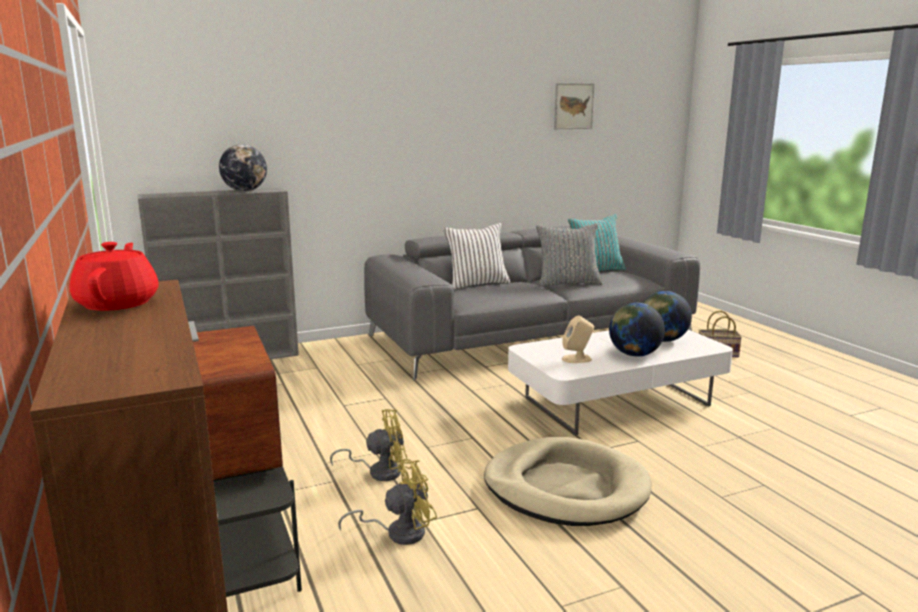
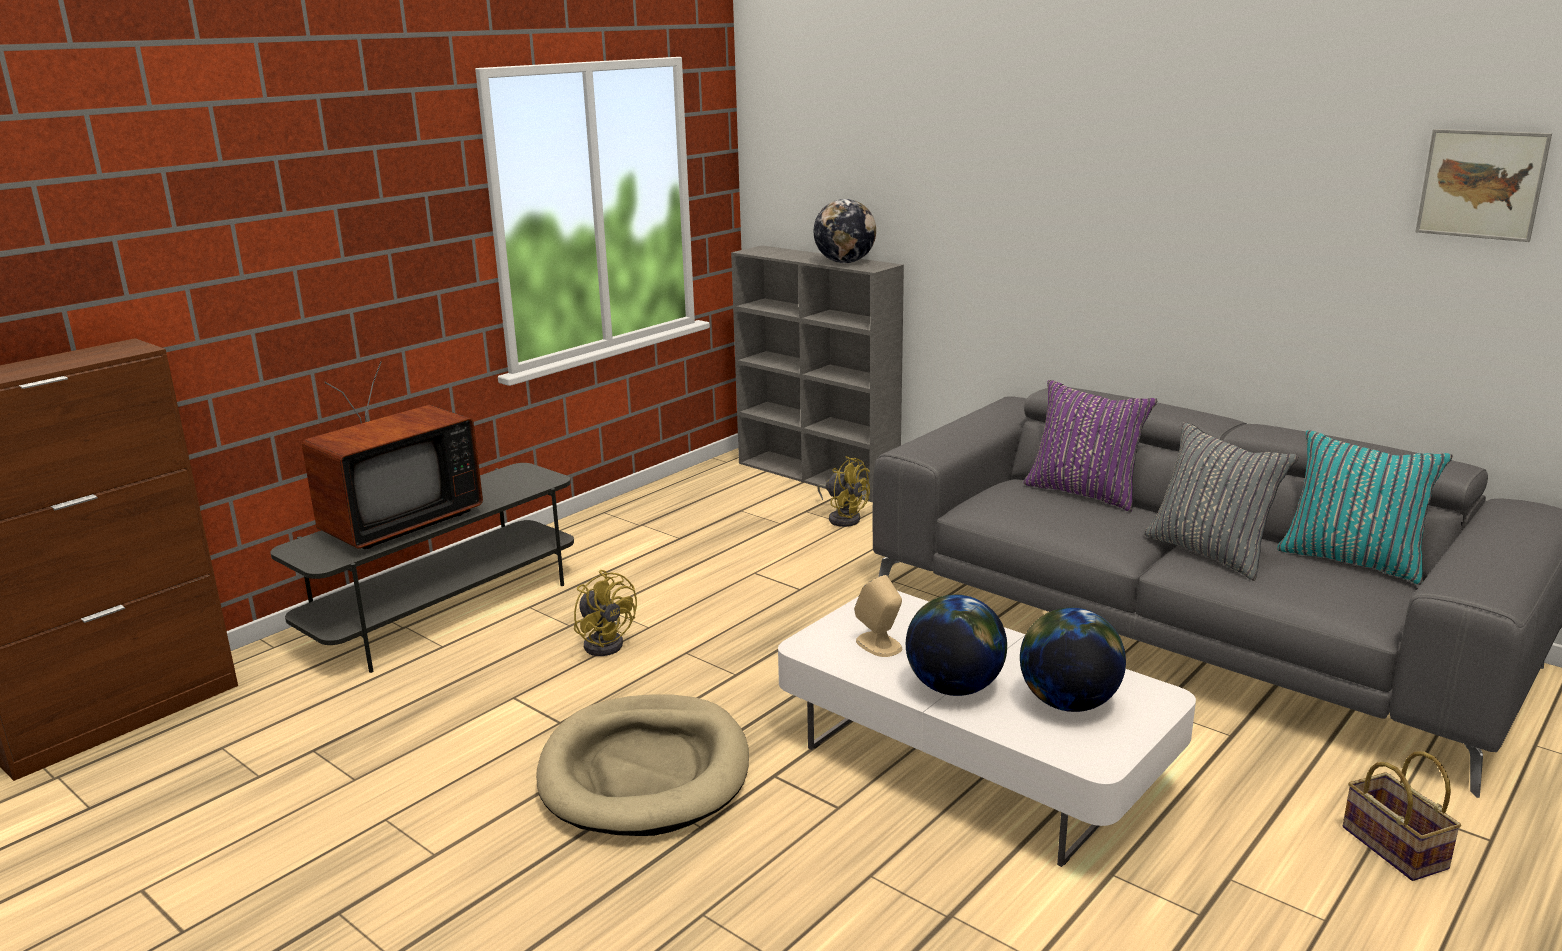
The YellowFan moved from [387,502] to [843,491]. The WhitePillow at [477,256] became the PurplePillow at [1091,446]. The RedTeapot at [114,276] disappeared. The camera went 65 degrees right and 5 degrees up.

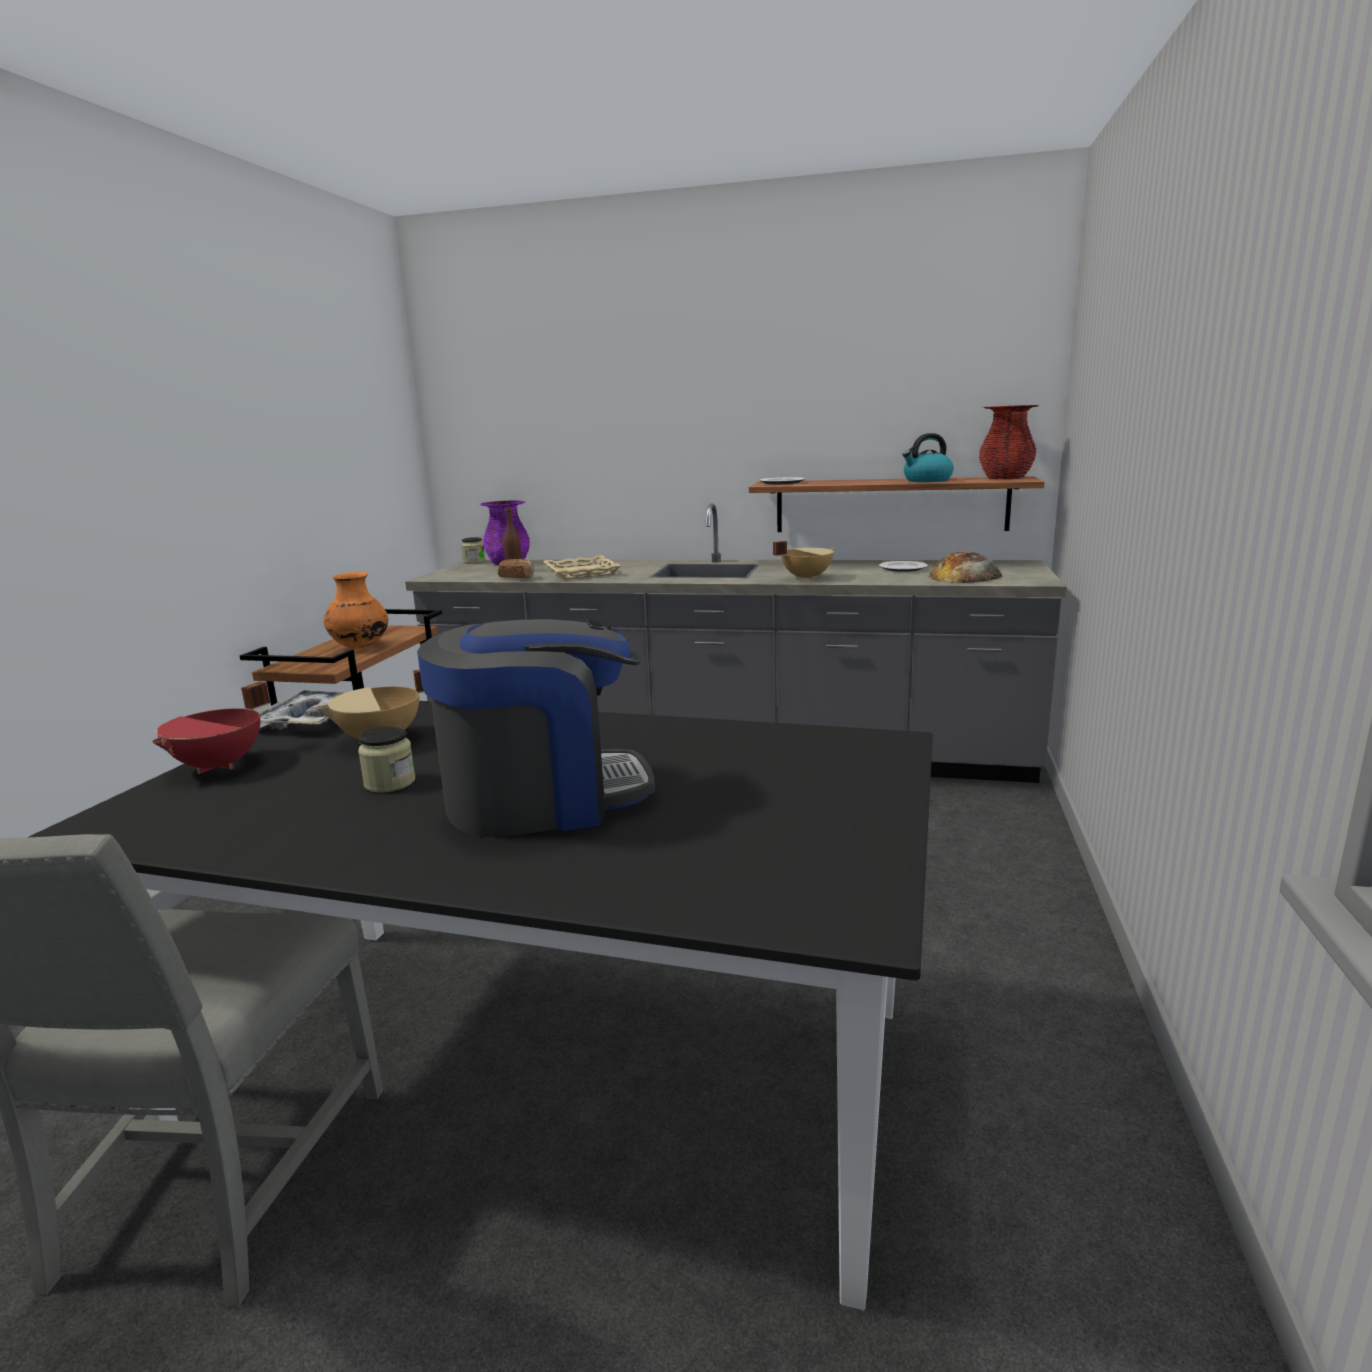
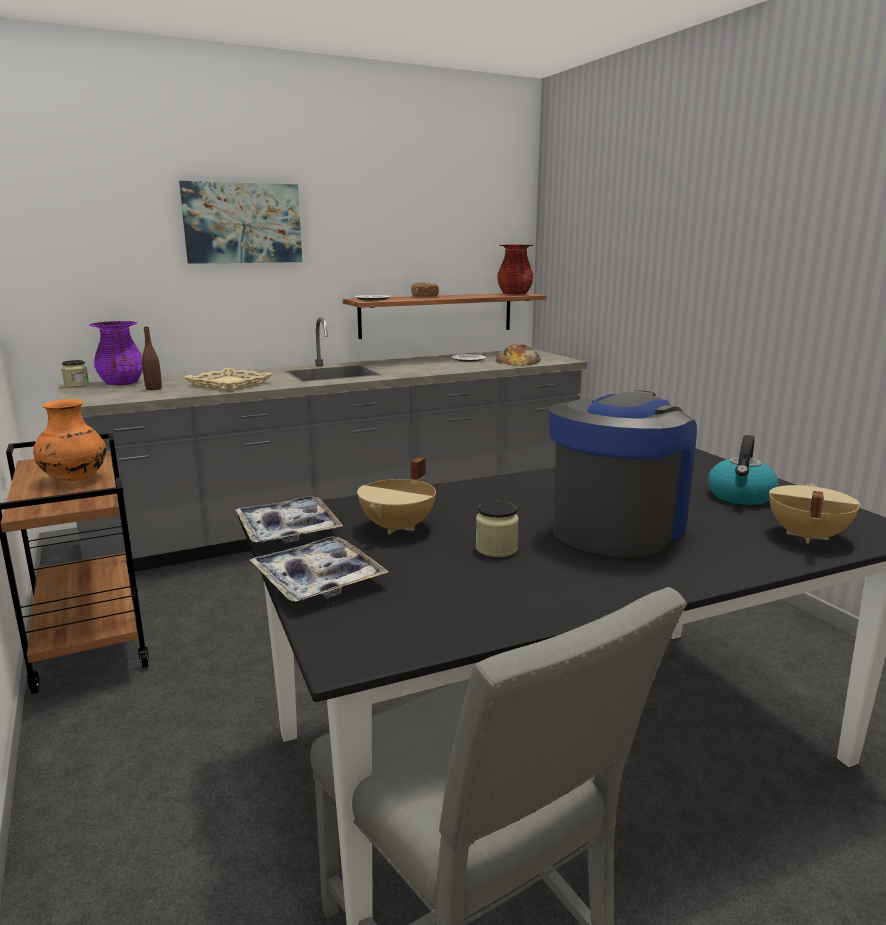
The Picture at [240,222] appeared. The RedCookingPot at [210,728] was replaced by the Tray at [319,569]. The Bread moved from [516,568] to [425,289]. The Kettle moved from [928,457] to [743,470]. The BeigeCookingPot moved from [804,560] to [814,513]. The camera went 40 degrees left and 0 degrees up.

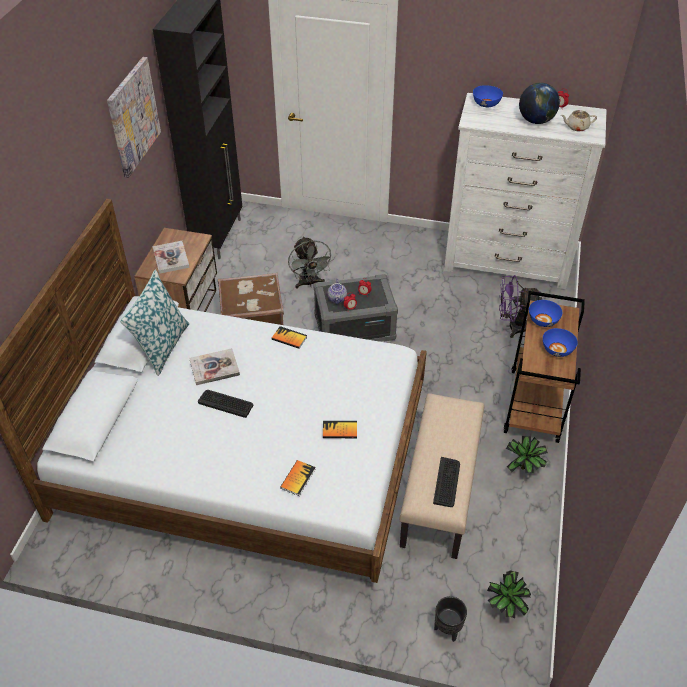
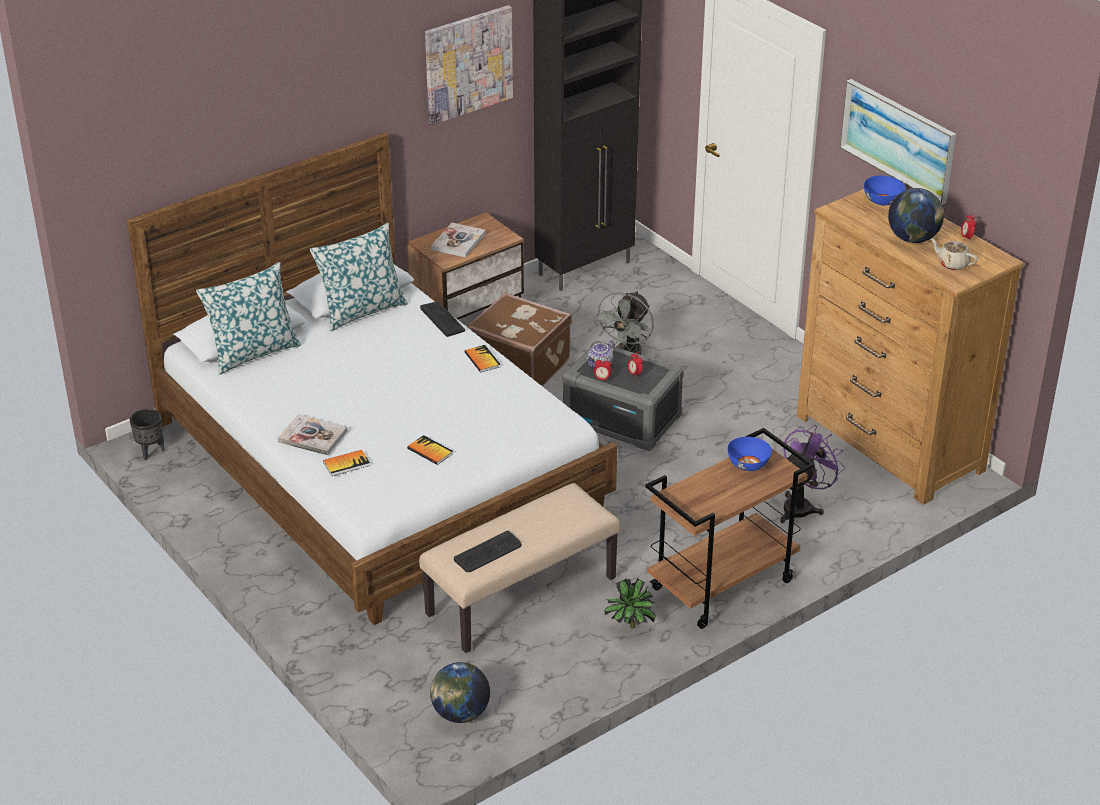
The BlackPlanter moved from [450,619] to [147,434]. The Pillow at [248,318] appeared. The Book moved from [214,366] to [313,435]. The Keyboard moved from [225,404] to [442,319]. The PottedPlant at [509,594] was replaced by the Globe at [460,692]. The PurpleFan at [520,306] turned 90 degrees clockwise. The WhiteDresser at [525,191] became the BrownDresser at [910,347]. The Picture at [898,142] appeared. The BlueBowl at [560,342] disappeared. The camera went 40 degrees right and 10 degrees down.

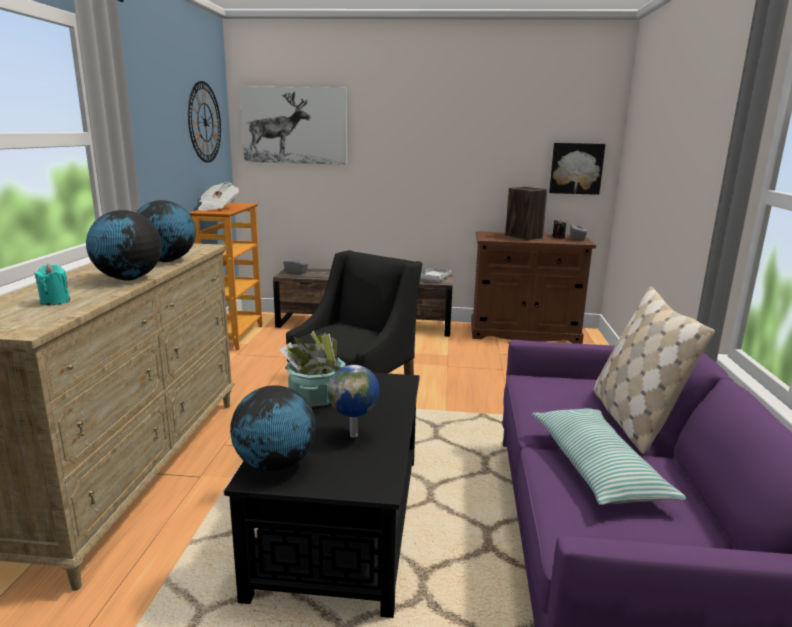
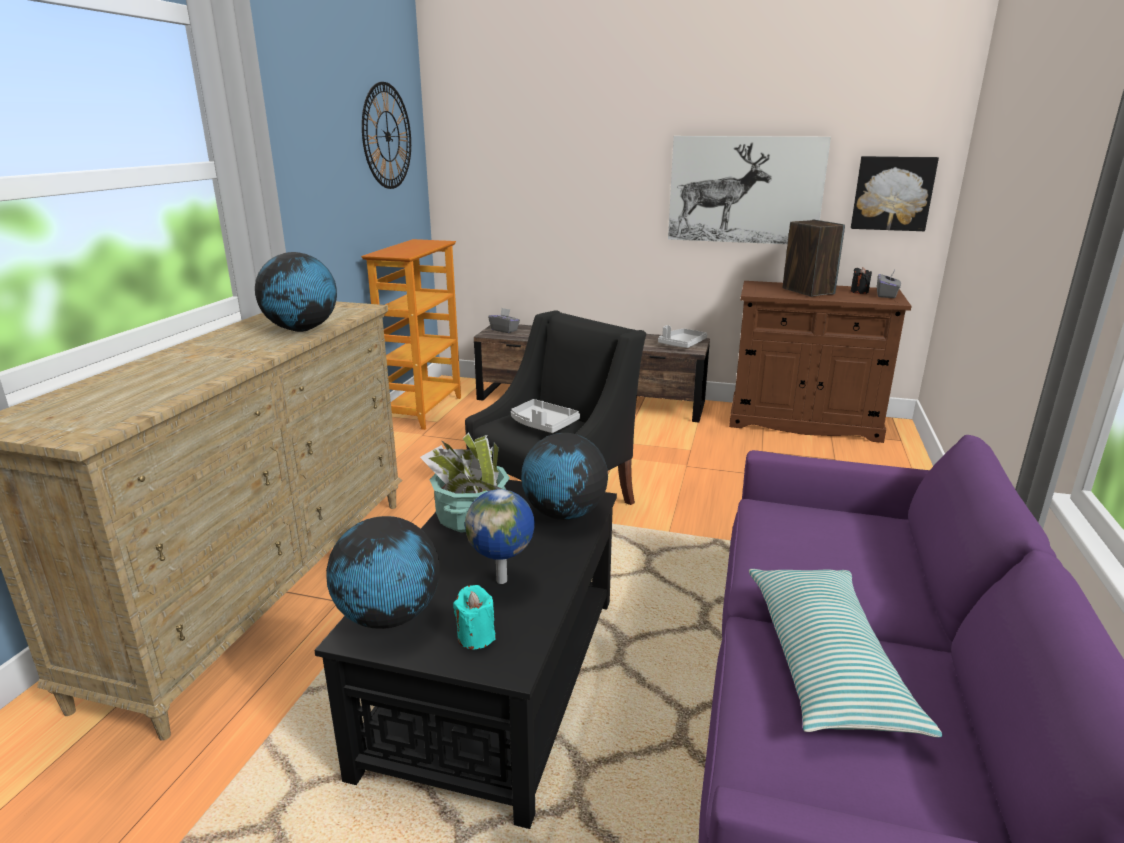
The TurquoiseCandle moved from [52,285] to [474,617]. The GreyTray at [545,416] appeared. The Globe moved from [124,245] to [564,476]. The Picture moved from [293,125] to [749,190]. The Newspaper at [218,196] disappeared. The BeigePillow at [654,370] disappeared. The camera went 10 degrees right and 5 degrees up.

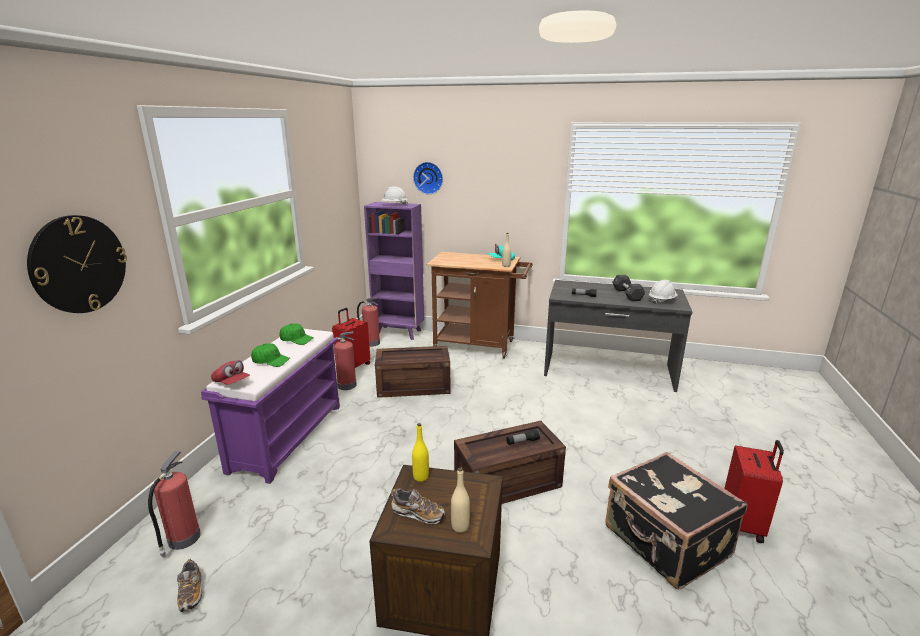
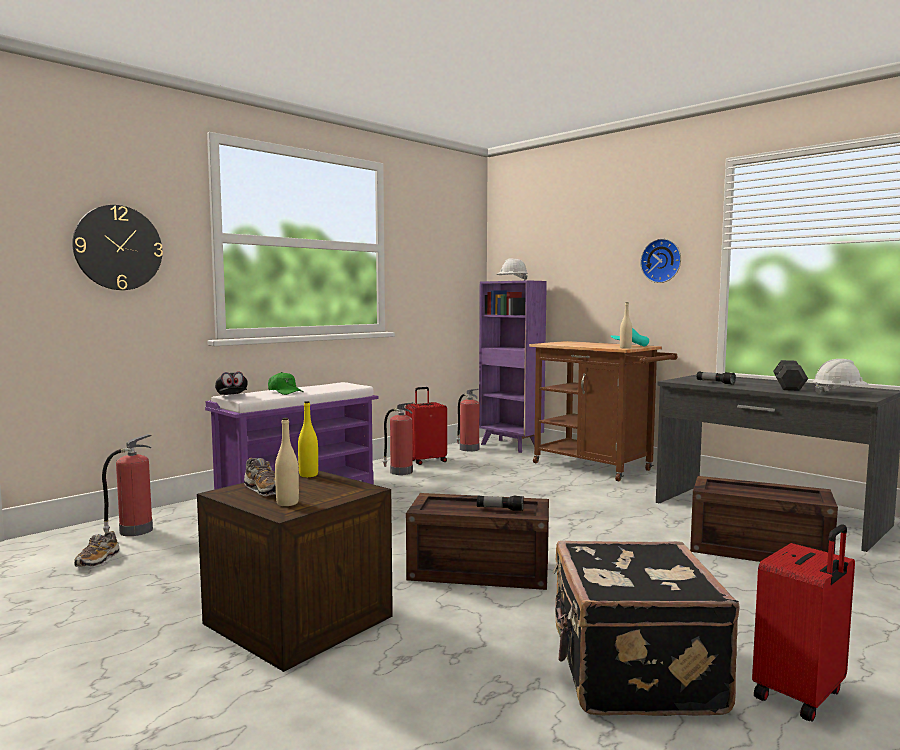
The RedCap at [230,372] became the BlackCap at [231,383]. The WallClock moved from [428,178] to [660,261]. The Crate moved from [412,372] to [764,519]. The GreenCap at [296,334] disappeared. The camera went 30 degrees right and 15 degrees down.

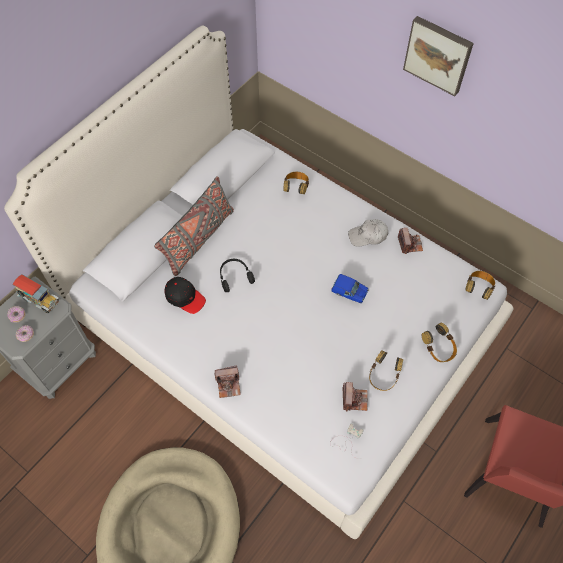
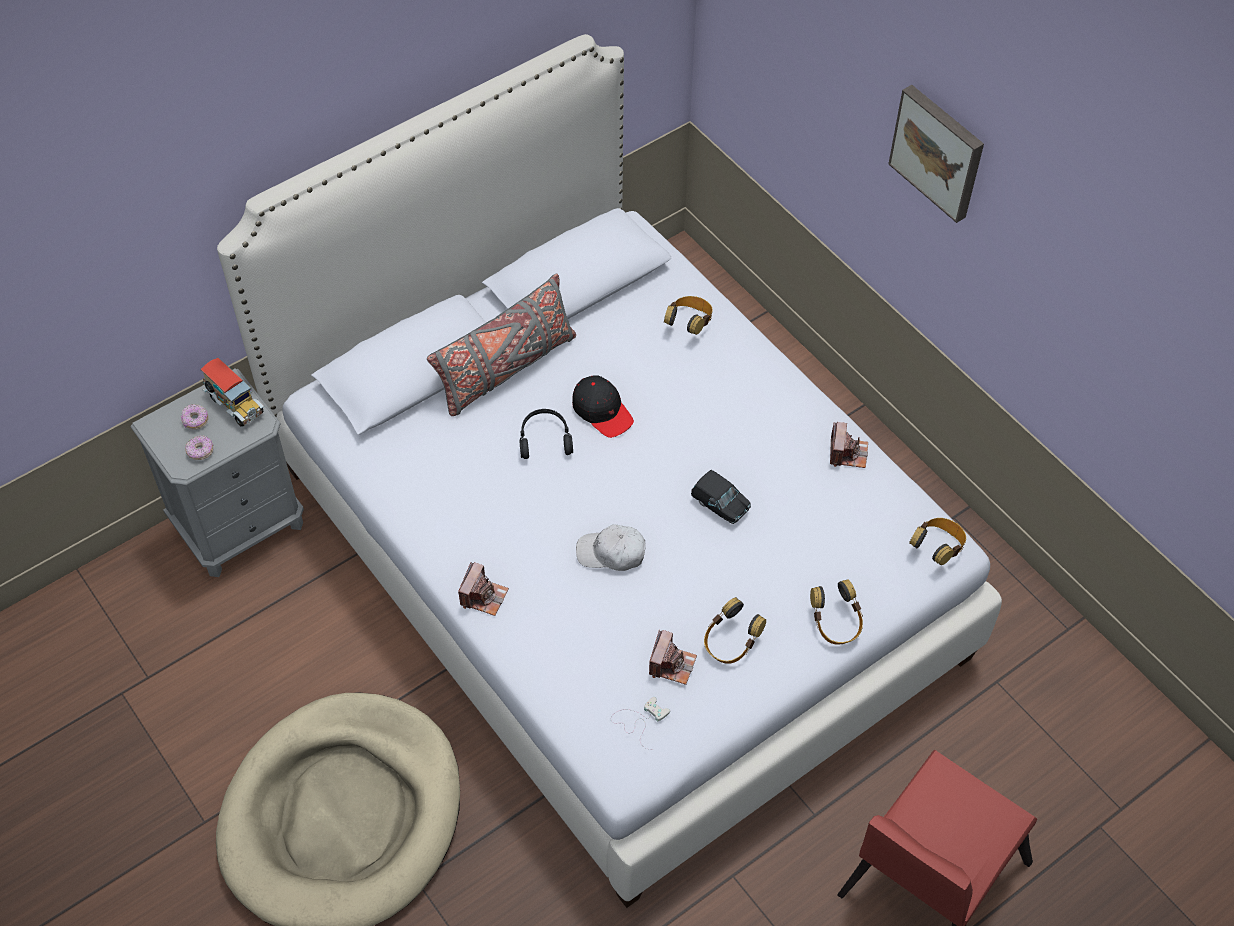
The PhotoCamera at [227,381] turned 75 degrees counterclockwise. The BlackCap moved from [185,295] to [603,407]. The WhiteCap moved from [368,233] to [611,547]. The BlueToyCar at [349,288] became the BlackToyCar at [721,497]. The camera went 15 degrees right and 5 degrees down.

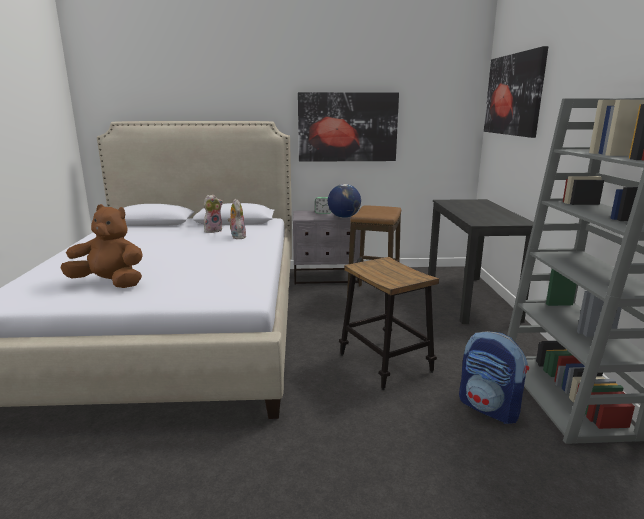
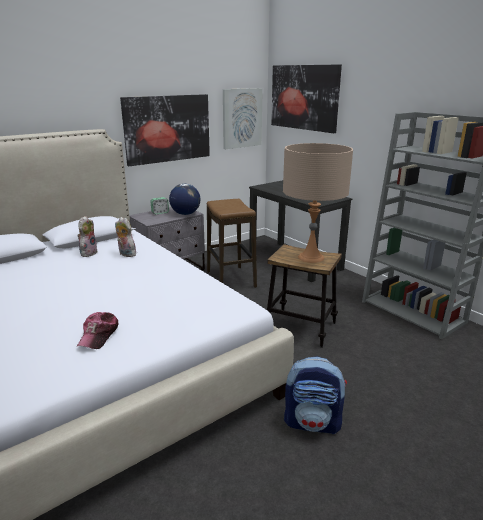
The BrownPlushToy at [101,246] was replaced by the Cap at [97,330]. The Picture at [243,118] appeared. The BeigeTableLamp at [318,203] appeared. The Backpack moved from [494,377] to [315,395]. The camera went 35 degrees left and 5 degrees up.

